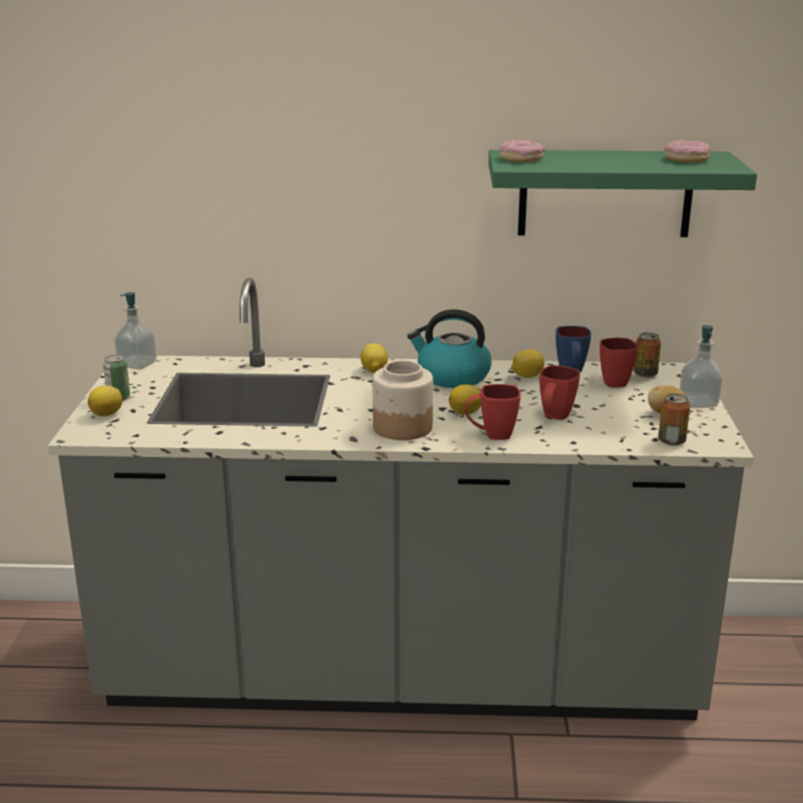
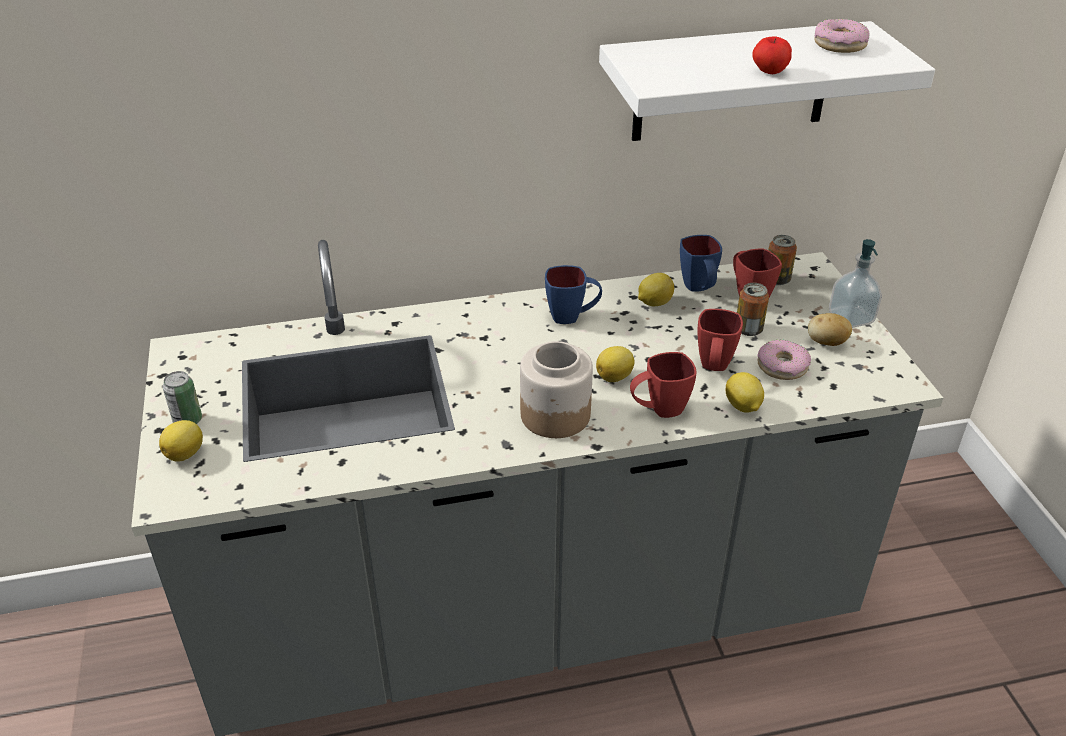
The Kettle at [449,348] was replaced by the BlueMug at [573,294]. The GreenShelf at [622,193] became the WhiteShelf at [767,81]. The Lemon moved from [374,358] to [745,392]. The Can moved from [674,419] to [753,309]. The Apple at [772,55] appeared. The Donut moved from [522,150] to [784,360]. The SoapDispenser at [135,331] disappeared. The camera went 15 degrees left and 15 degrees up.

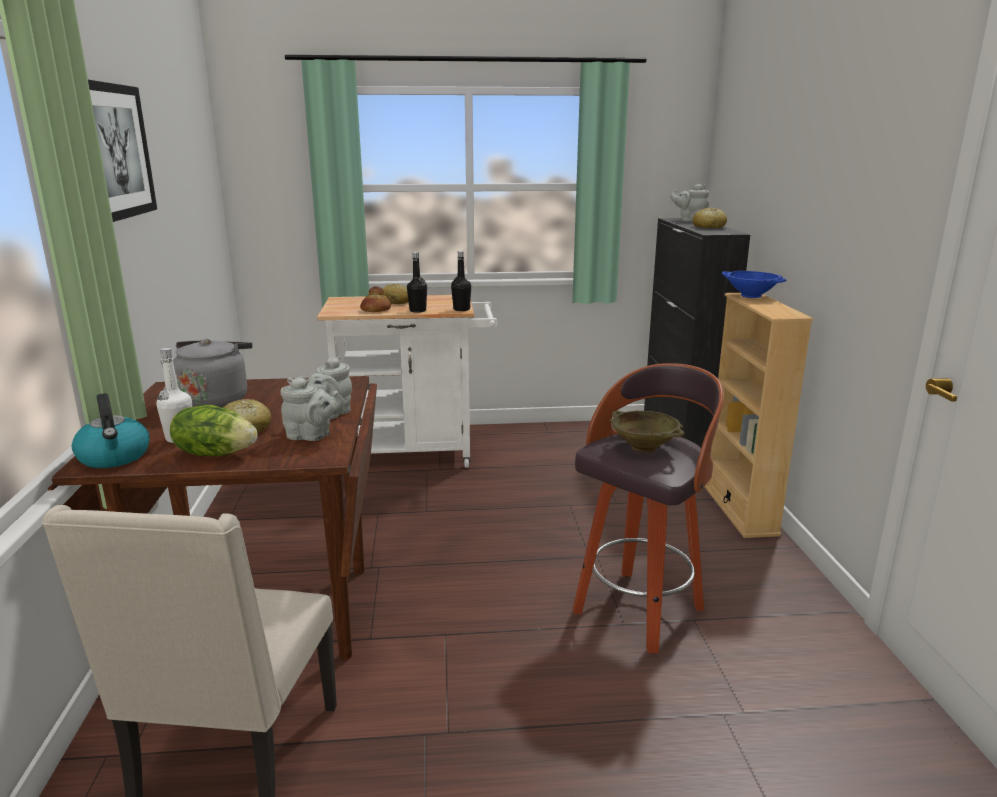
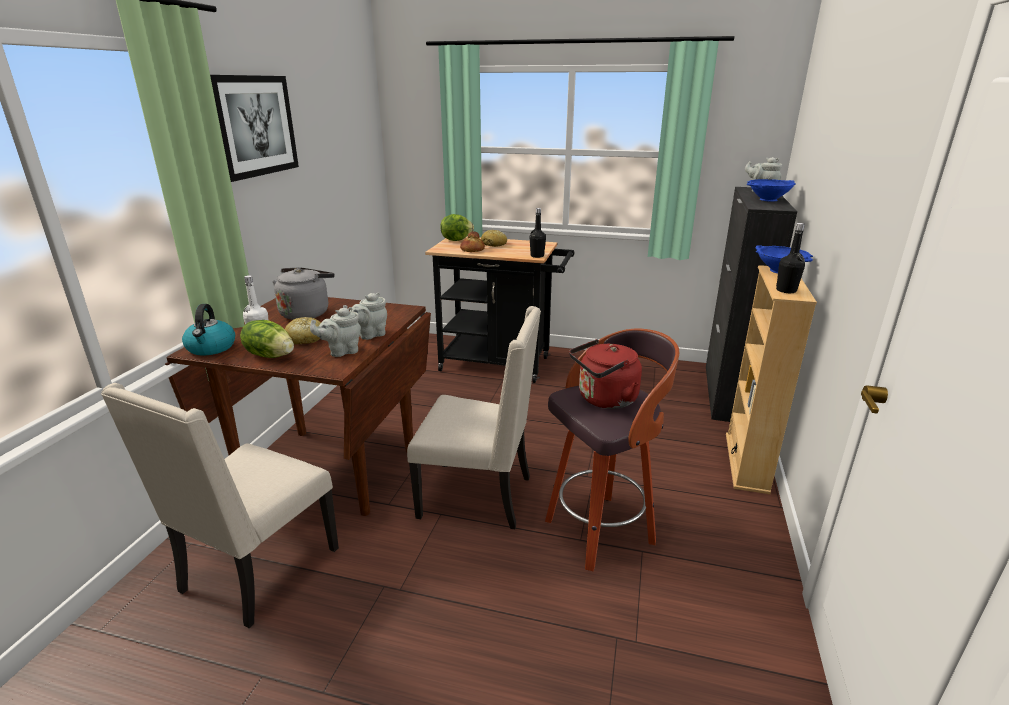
The GreyTeapot at [312,409] turned 120 degrees clockwise. The BeigeChair at [474,417] appeared. The WhiteCart at [407,381] became the BlackCart at [500,310]. The Lettuce at [457,227] appeared. The BeigeBowl at [646,431] was replaced by the RedKettle at [605,374]. The Bread at [710,217] was replaced by the BlueBowl at [771,190]. The BlackBottle moved from [417,282] to [790,258]. The camera went 20 degrees right and 5 degrees up.

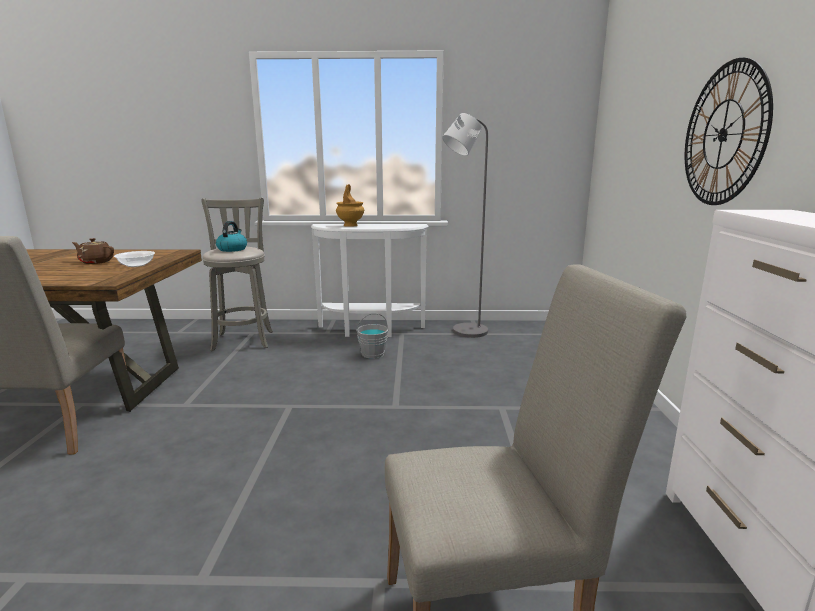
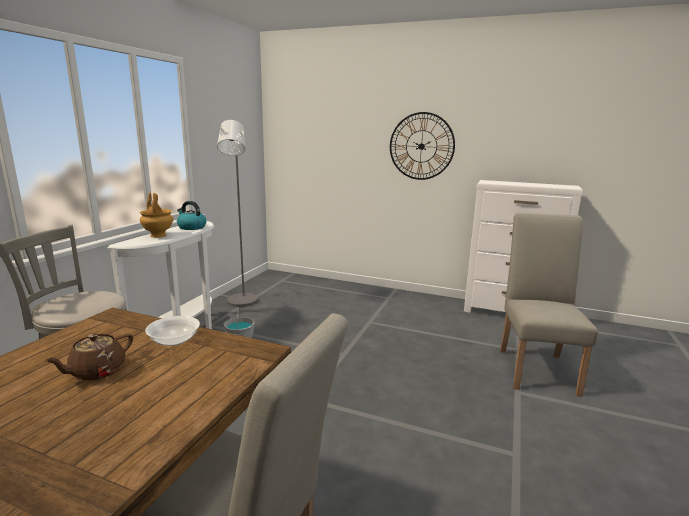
The Kettle moved from [231,236] to [192,215]. The camera went 70 degrees left and 0 degrees up.

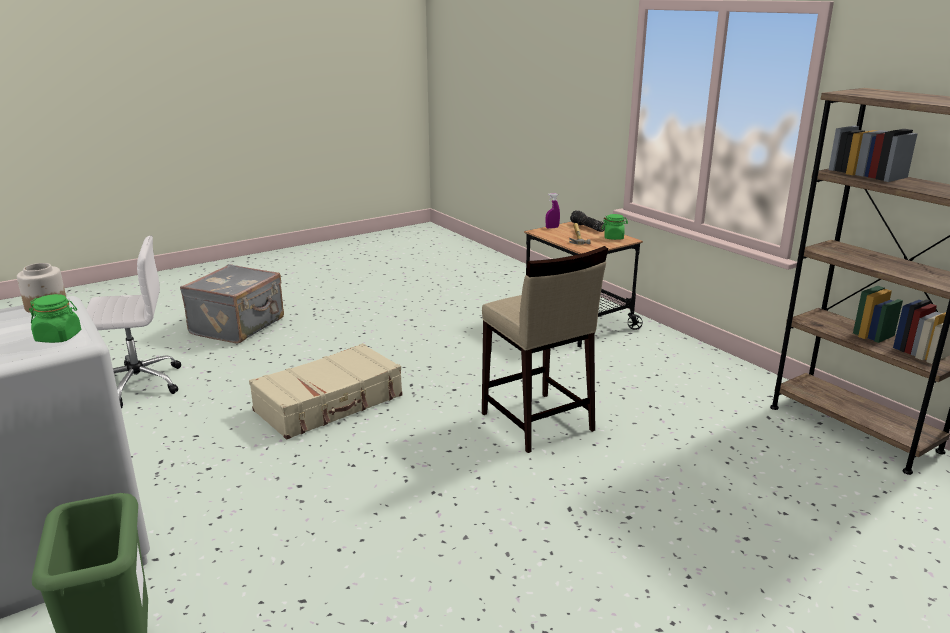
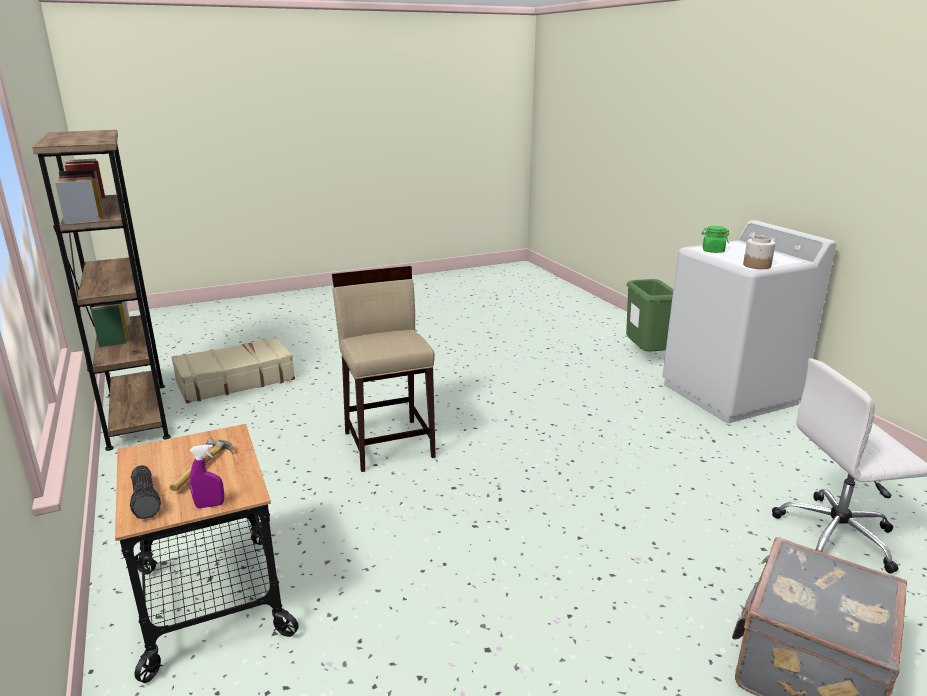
The BeigeSuitcase moved from [325,391] to [233,369]. The GreenJar at [615,227] disappeared. The camera went 170 degrees left and 0 degrees up.

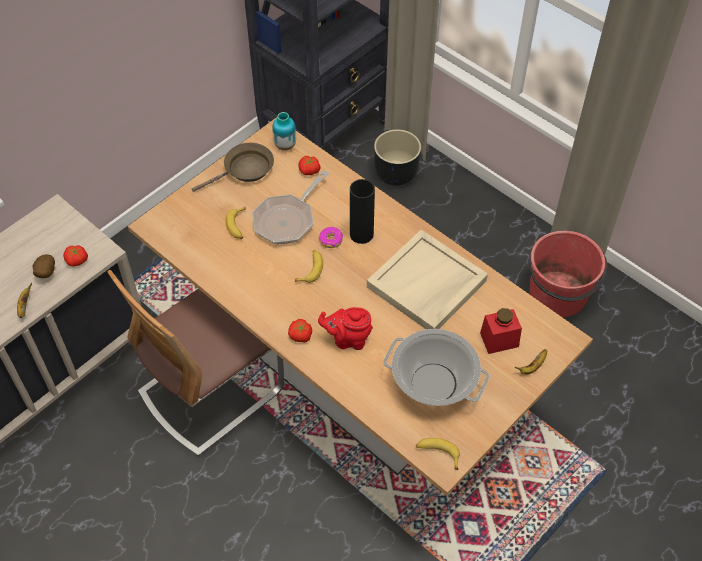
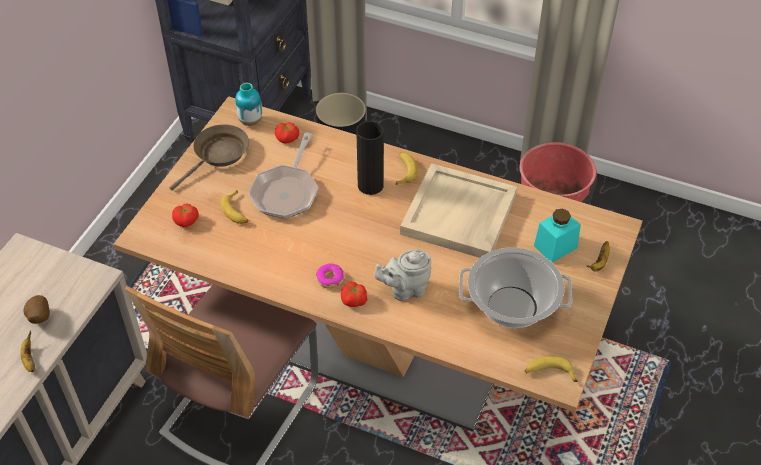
The Tomato moved from [75,255] to [185,215]. The Donut moved from [331,237] to [330,275]. The RedTeapot at [345,328] became the GreyTeapot at [402,275]. The Banana moved from [309,266] to [407,168]. The RedJar at [501,331] became the TurquoiseJar at [557,235]. The camera went 20 degrees left and 5 degrees down.

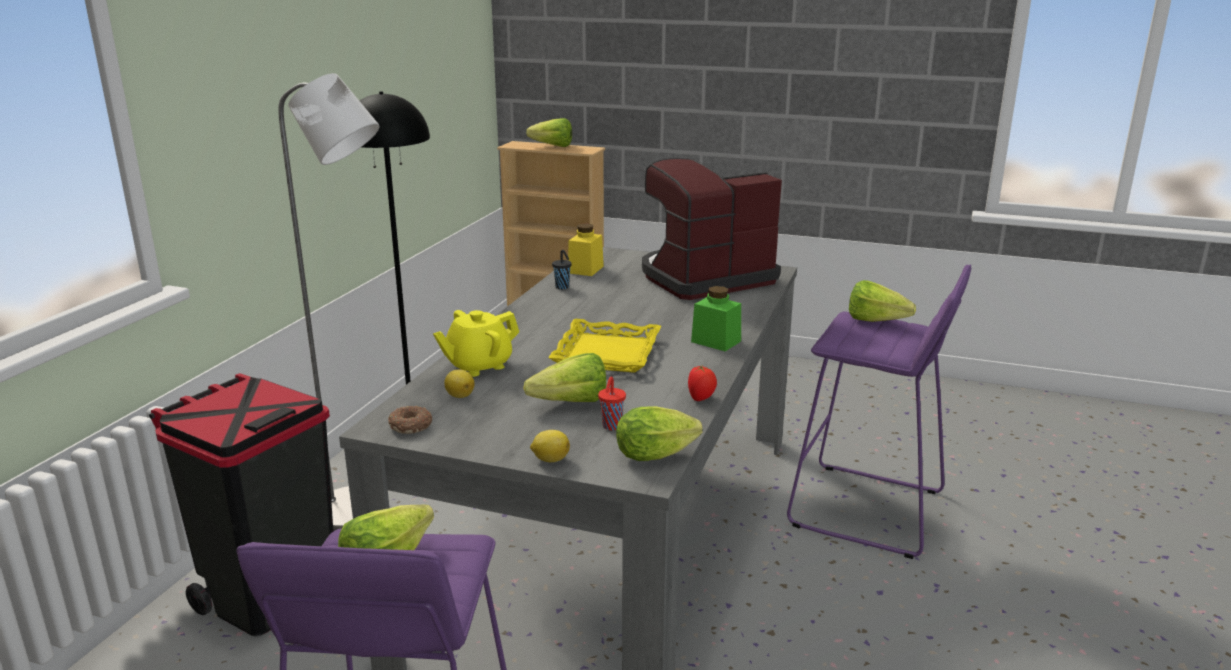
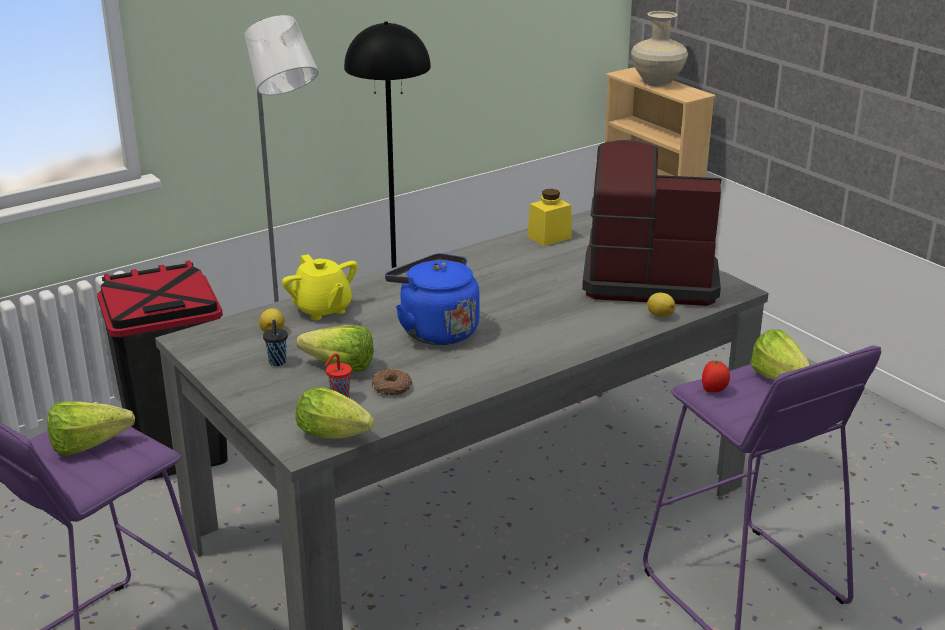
The BlackCup moved from [562,269] to [275,343]. The YellowTeapot at [476,343] turned 120 degrees counterclockwise. The Donut moved from [410,420] to [392,382]. The YellowTray at [604,346] was replaced by the BlueKettle at [432,299]. The Lettuce at [549,132] was replaced by the BeigeVase at [659,49]. The Lemon moved from [550,446] to [661,305]. The Tomato moved from [702,383] to [716,376]. The GreenJar at [716,318] disappeared. The camera went 35 degrees right and 5 degrees up.

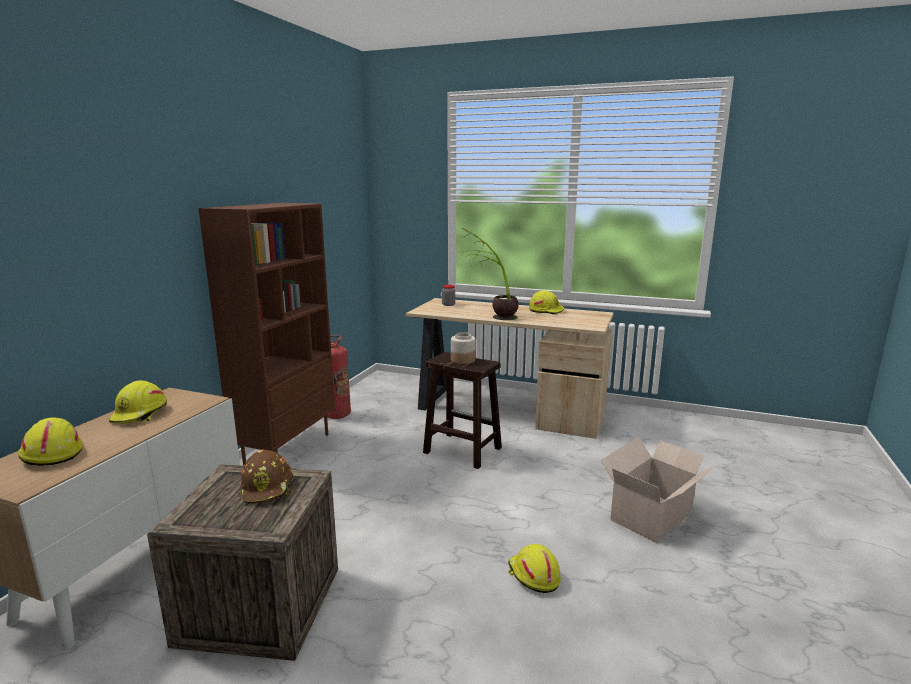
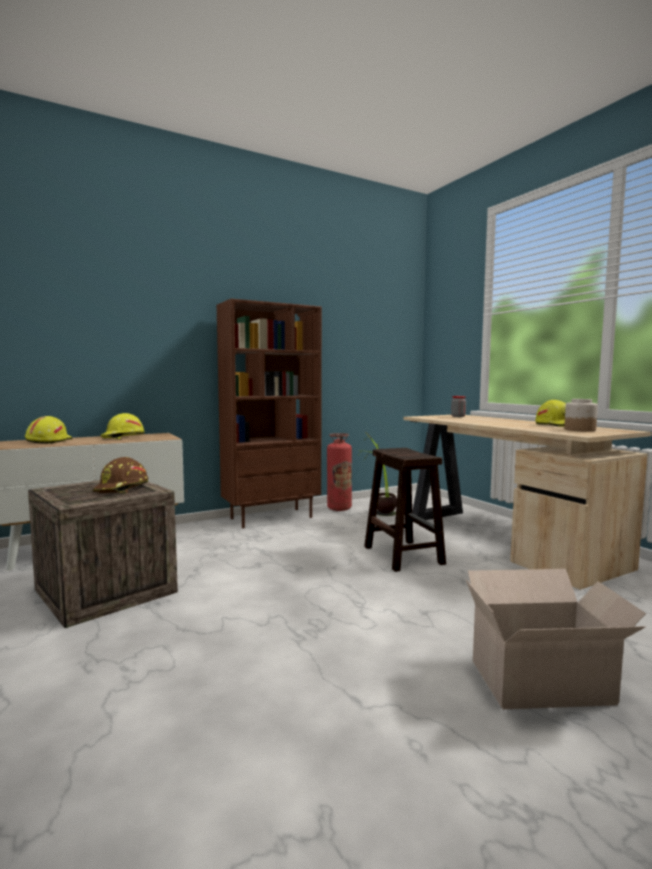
The PottedPlant moved from [489,274] to [380,474]. The Jar moved from [463,348] to [581,415]. The YellowHardHat at [534,568] disappeared. The camera went 40 degrees right and 10 degrees down.

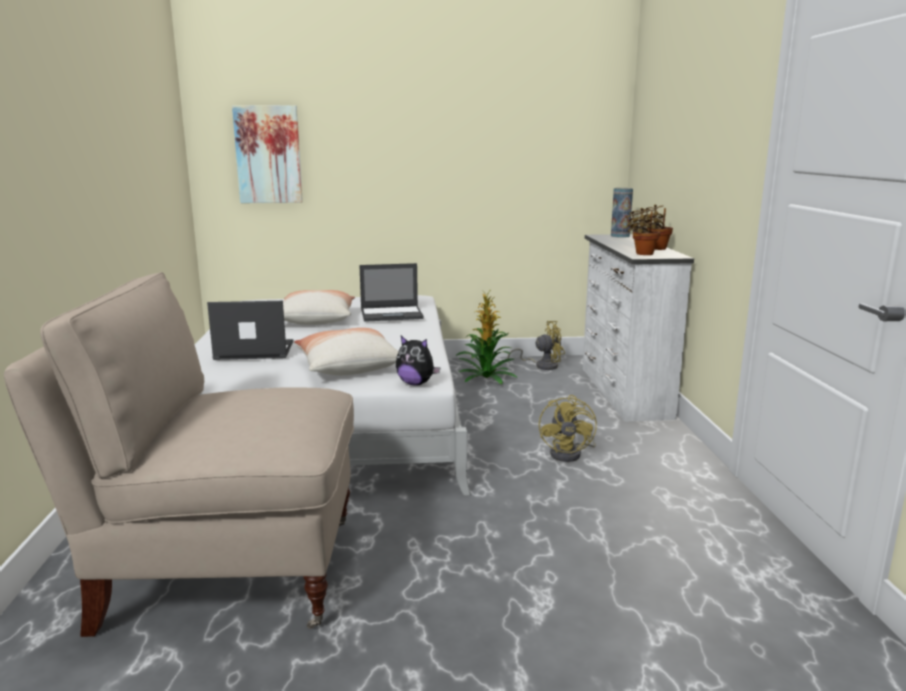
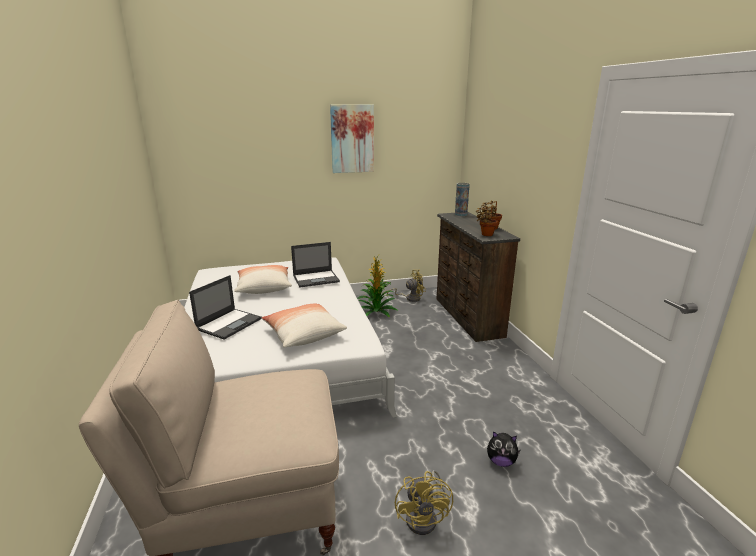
The Laptop at [250,330] turned 135 degrees clockwise. The Picture moved from [267,154] to [352,138]. The YellowFan moved from [568,428] to [424,502]. The WhiteDresser at [638,328] became the BrownDresser at [478,277]. The PlushToy moved from [418,361] to [504,449]. The camera went 10 degrees left and 5 degrees up.

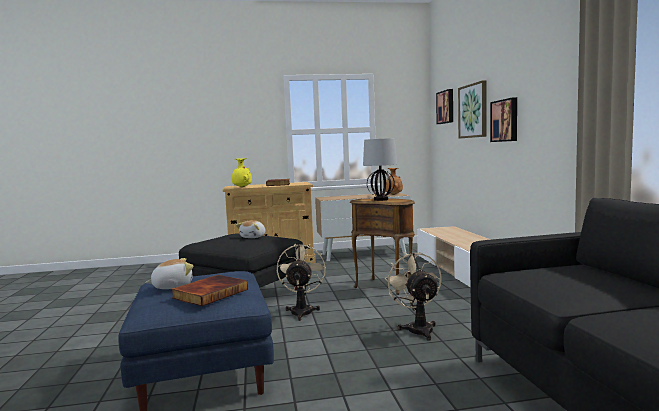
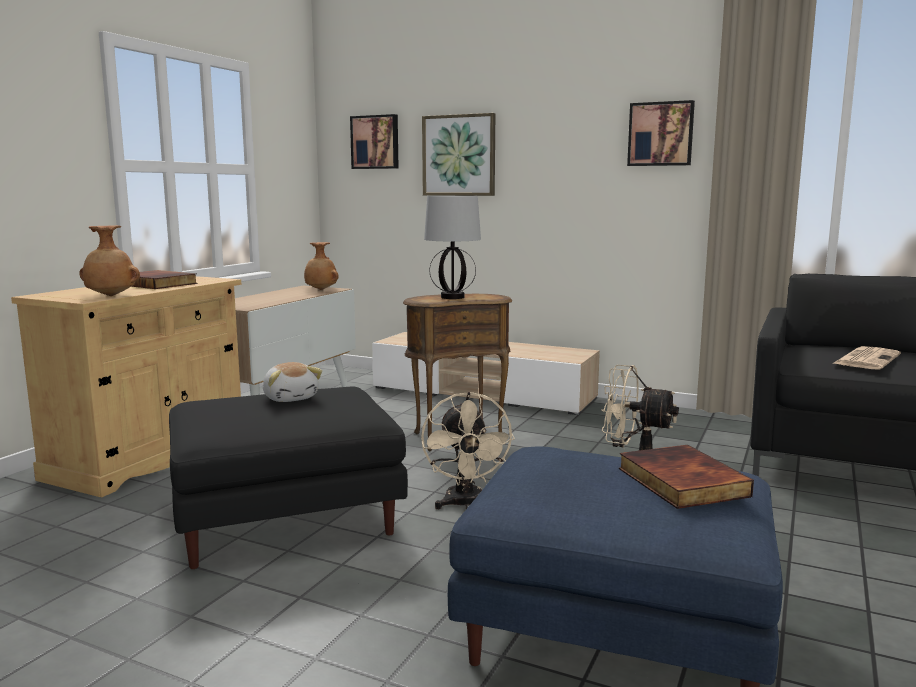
The YellowVase at [242,173] became the BrownVase at [109,260]. The BeigeFan at [301,282] turned 135 degrees counterclockwise. The Picture moved from [503,119] to [661,133]. The Newspaper at [866,357] appeared. The PlushToy at [169,273] disappeared. The camera went 55 degrees left and 5 degrees up.

